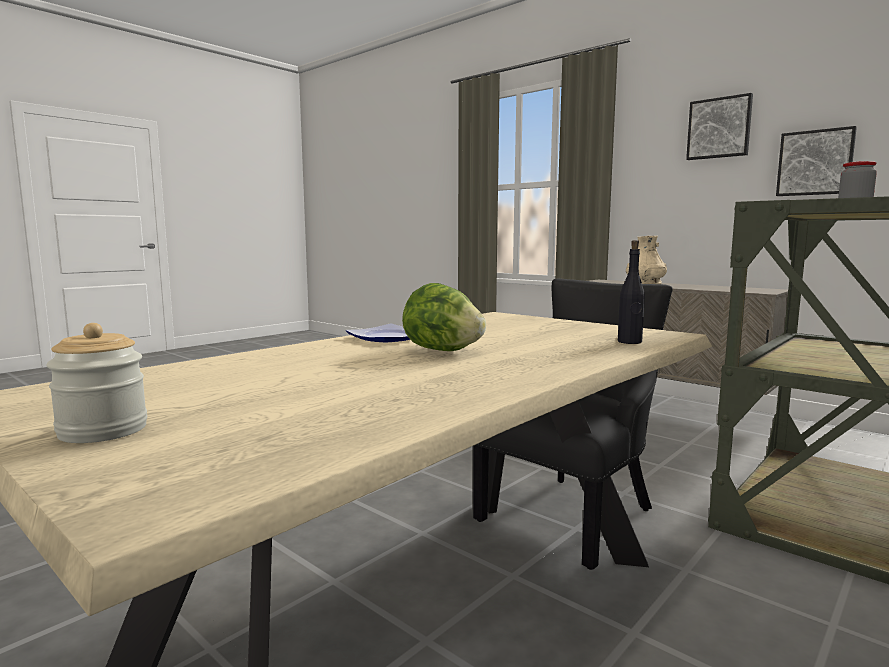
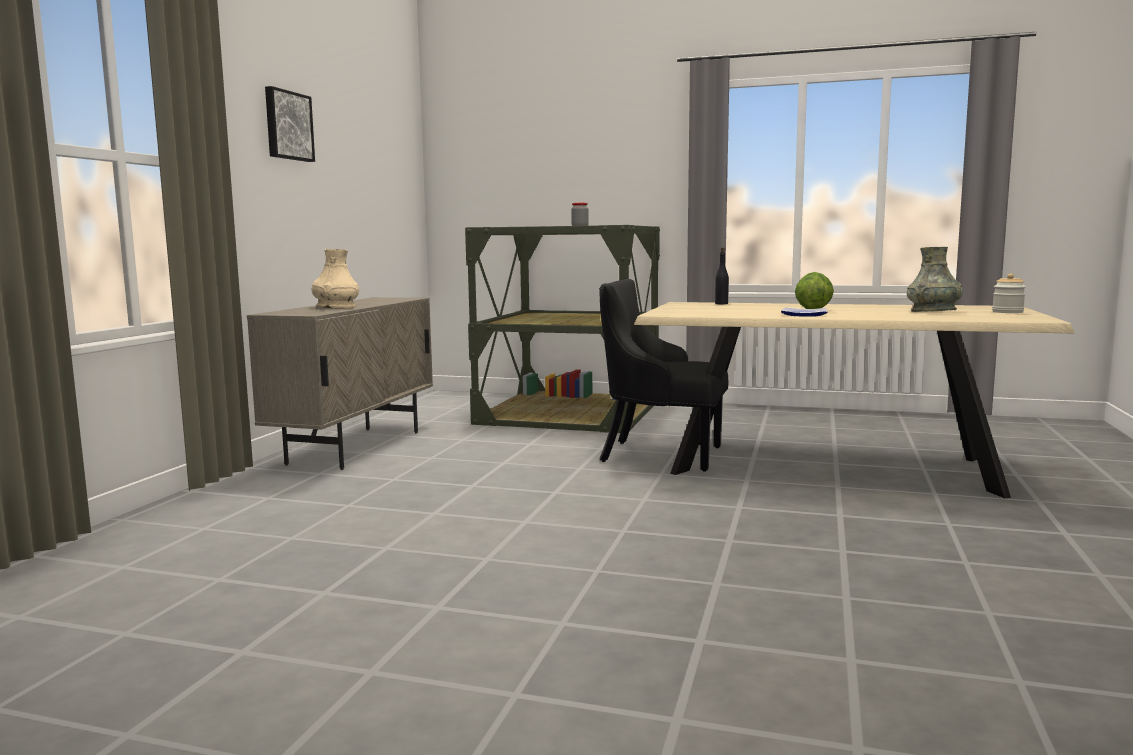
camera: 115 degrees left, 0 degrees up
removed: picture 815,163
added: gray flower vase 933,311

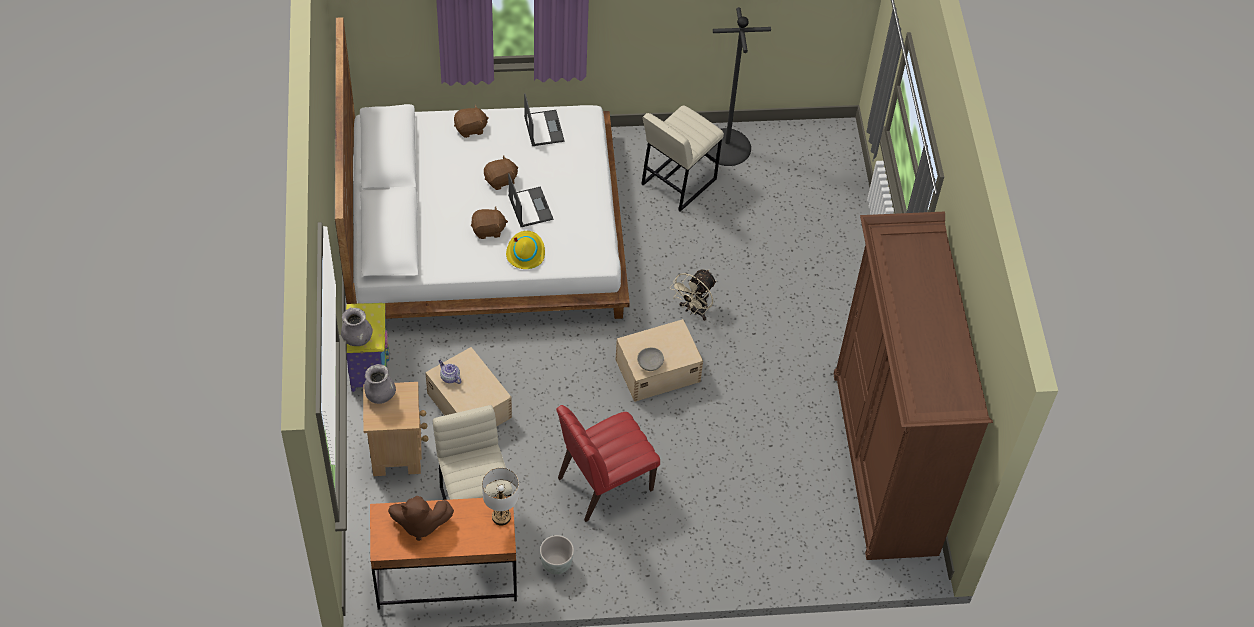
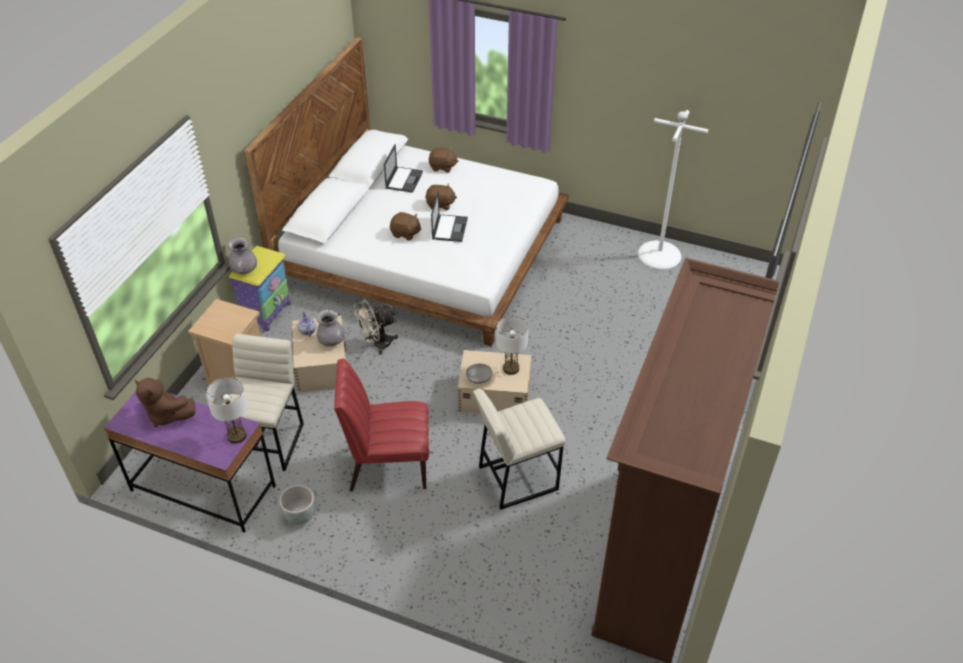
camera: 30 degrees right, 10 degrees down
removed: yellowish hat 525,252
added: lamp for a table 511,368
moved: gray flower vase 380,395 to 331,341; beige-coloured electric fan 694,310 to 377,344; notebook computer 543,128 to 404,179; beige-coloured plain chair 677,183 to 516,479
recoloured: orange desk 446,577 to purple desk 203,488; black garment rack 727,147 to white-coloured garment rack 659,255

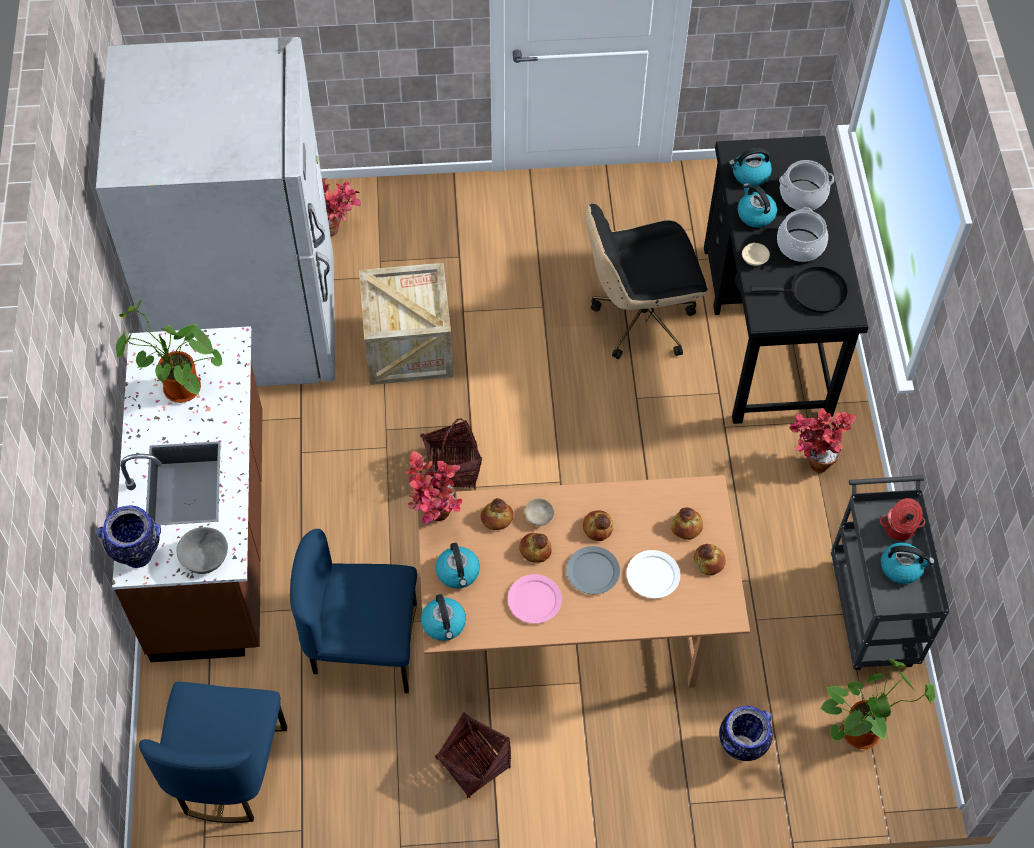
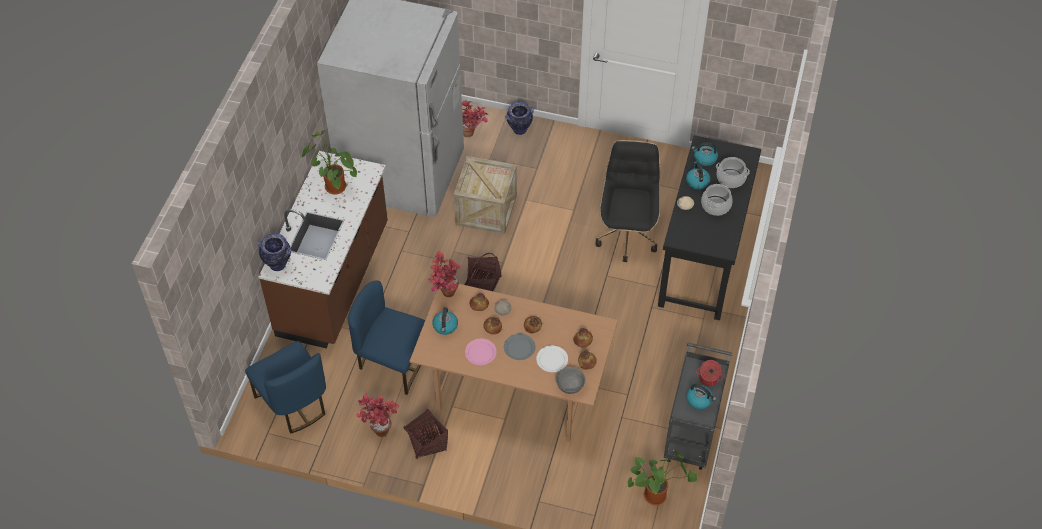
camera: 20 degrees right, 5 degrees down
removed: tea kettle 444,624; black frying pan 814,292
moved: houseplant 812,461 to 379,428; flower vase 741,748 to 519,130; gray bowl 205,558 to 570,385
turned: blue plain chair 228,770 = 293,403 60 degrees counterclockwise; black office chair 639,322 = 627,234 90 degrees clockwise

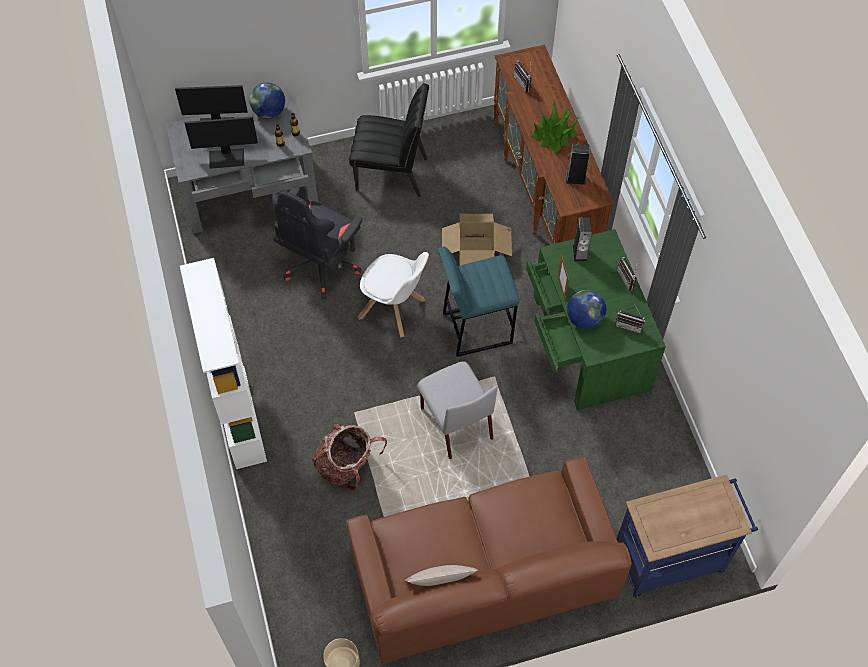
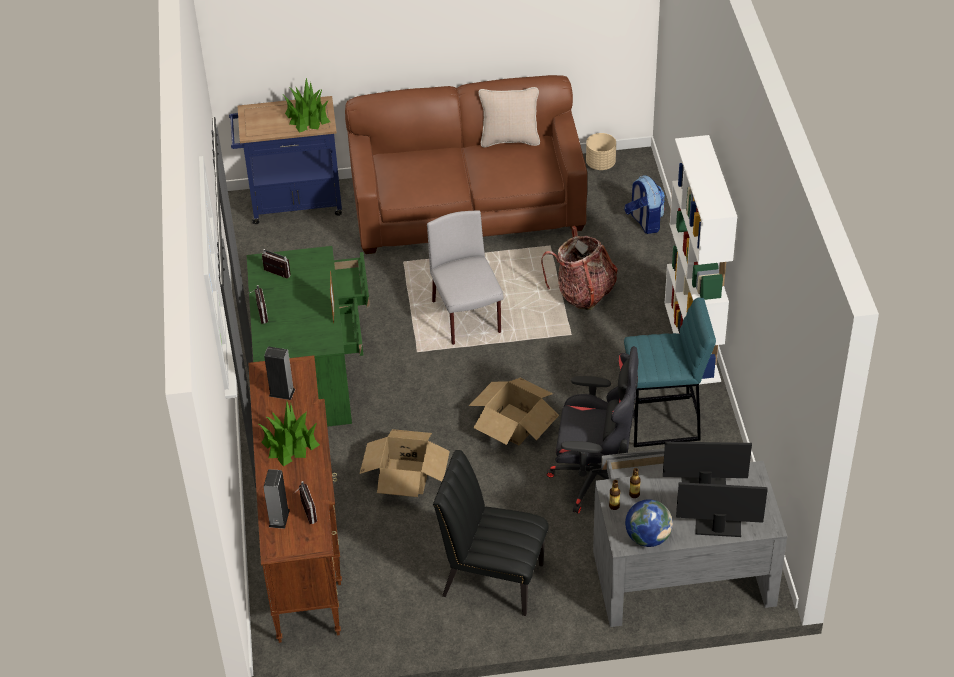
camera: 170 degrees left, 15 degrees down
removed: globe 584,319
added: houseplant 307,117; backpack 644,222
moved: loudspeaker 580,253 to 279,518; turquoise-coloured stool seat 475,328 to 664,421
replaced: white-coloured plain chair 394,310 to packing box 514,424
turned: black office chair 322,265 = 594,479 60 degrees clockwise

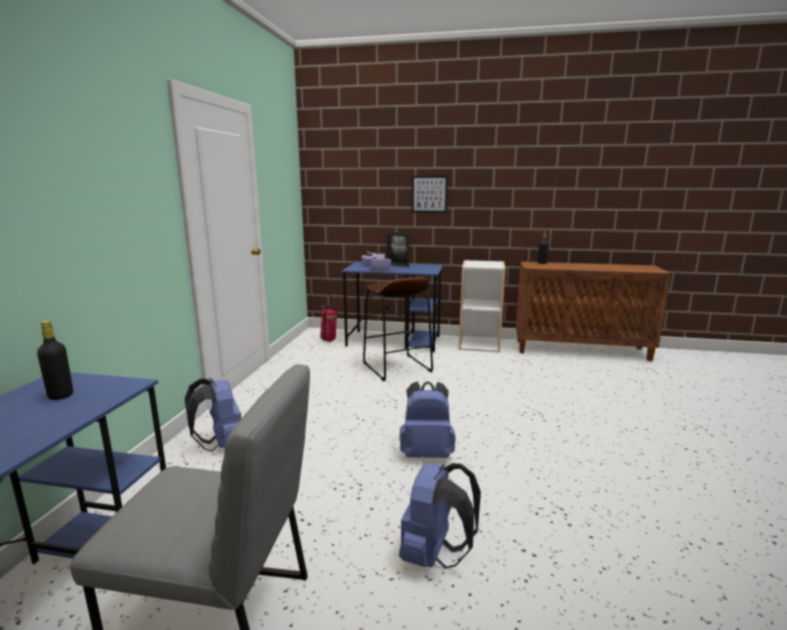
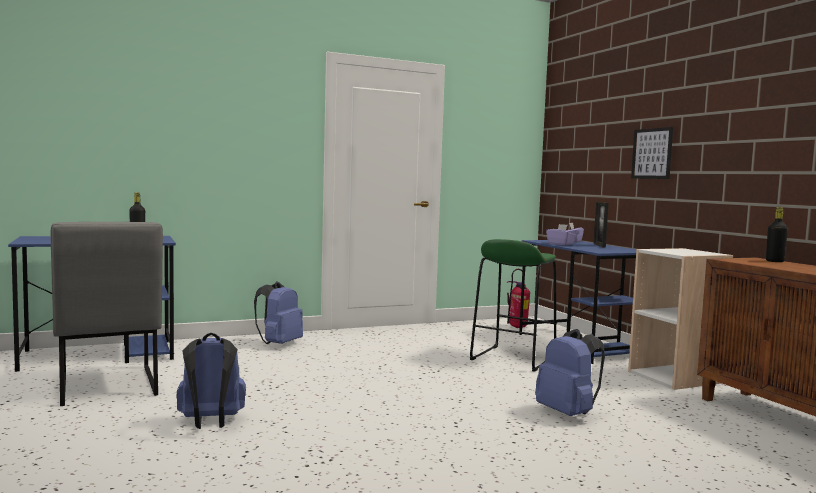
camera: 55 degrees right, 10 degrees down
moved: blue backpack 426,453 to 568,413
recoloured: brown-coloured stool seat 396,367 to green-coloured stool seat 513,358

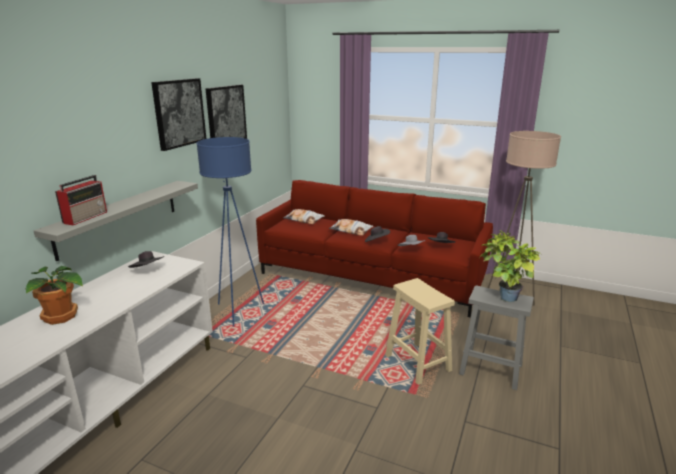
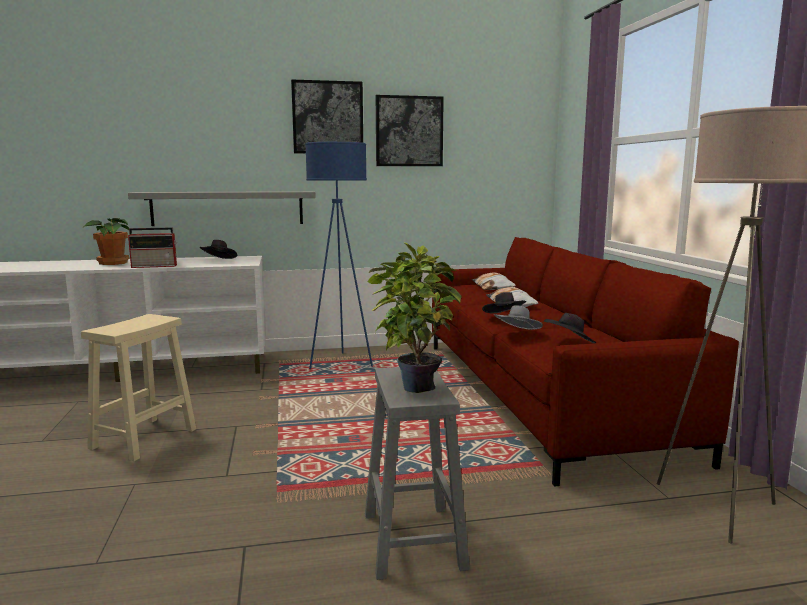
camera: 55 degrees right, 10 degrees down
moved: beige-coloured stool seat 417,362 to 145,438; radio set 86,217 to 155,266

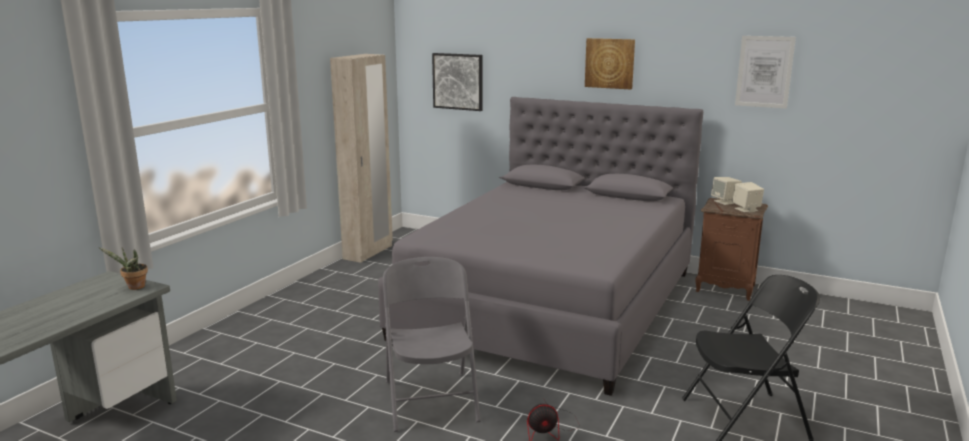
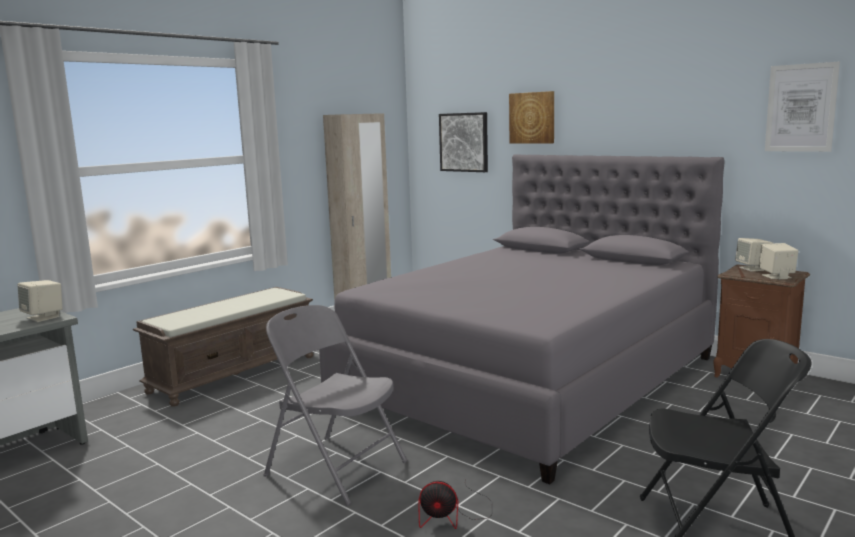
camera: 15 degrees right, 5 degrees down
added: brown-coloured indoor bench 234,373
moved: picture 609,63 to 532,118
replaced: houseplant 134,287 to beige-coloured loudspeaker 43,317
turned: gray plain chair 431,401 = 336,468 60 degrees counterclockwise

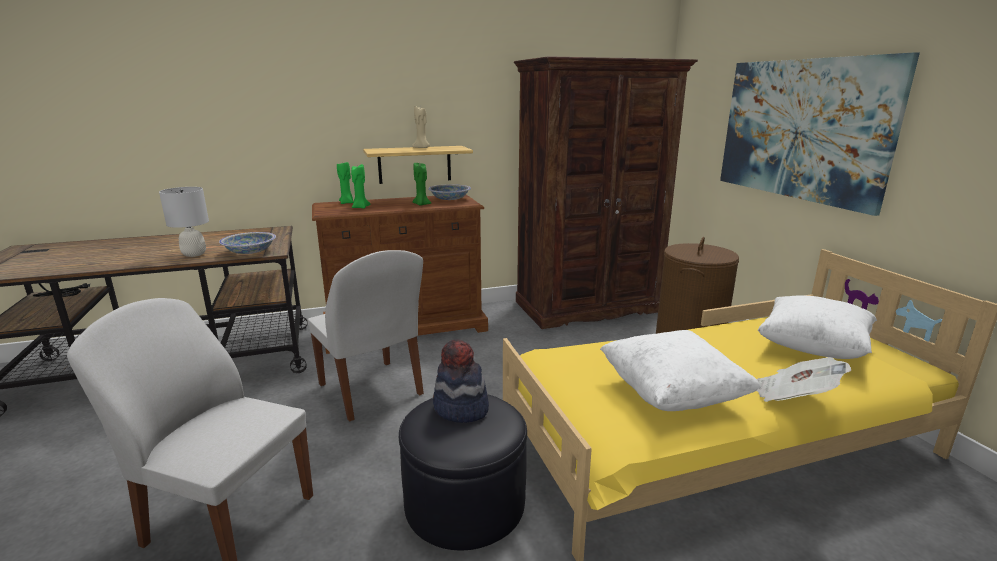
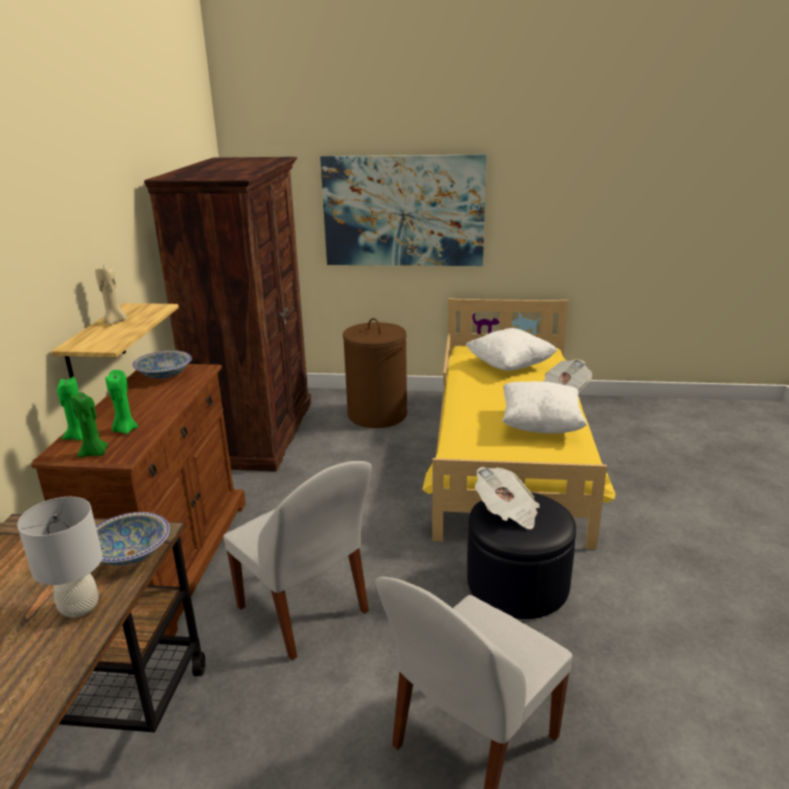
camera: 65 degrees left, 5 degrees up
moved: green-coloured candle 421,204 to 95,453
replaced: hat 460,409 to printed paper 507,512
turned: white-coloured plain chair 371,391 = 304,612 60 degrees clockwise

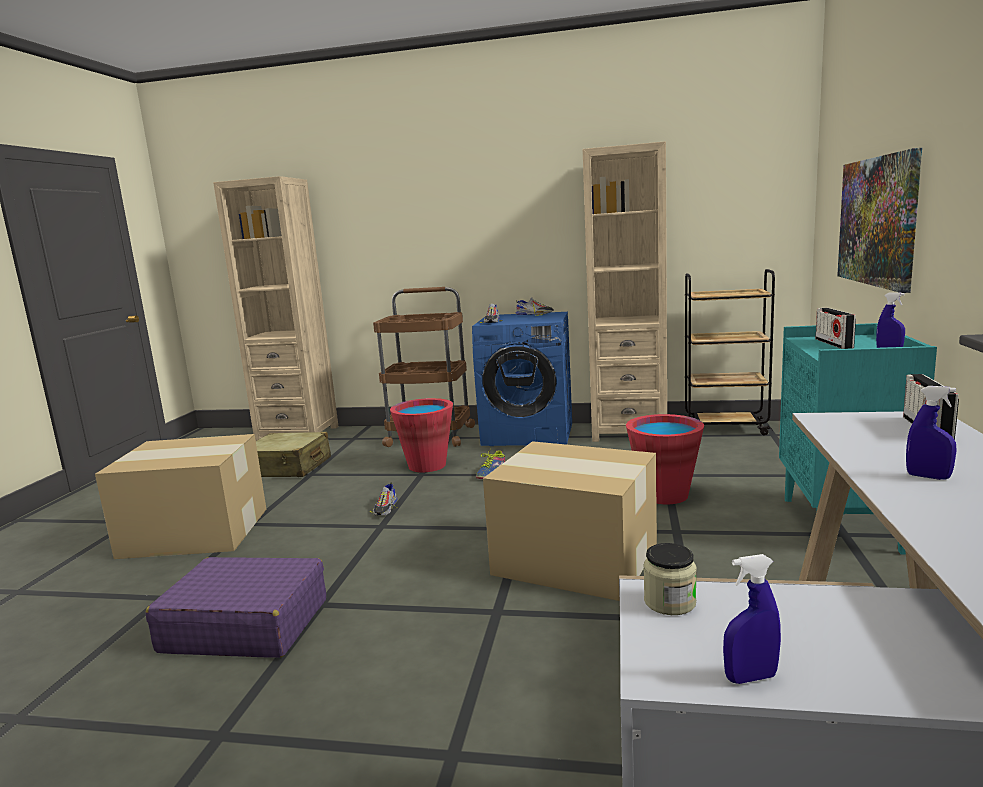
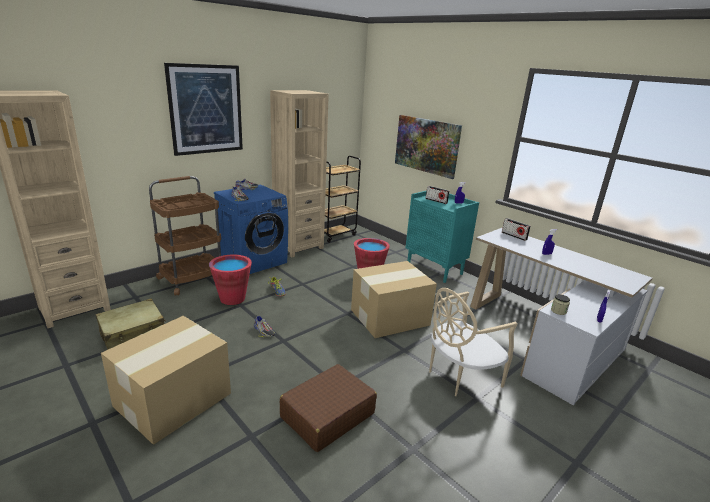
camera: 55 degrees left, 10 degrees up
added: picture 206,109; beige-coloured plain chair 460,375
recoloured: purple travel case 245,625 to brown-coloured travel case 327,415

